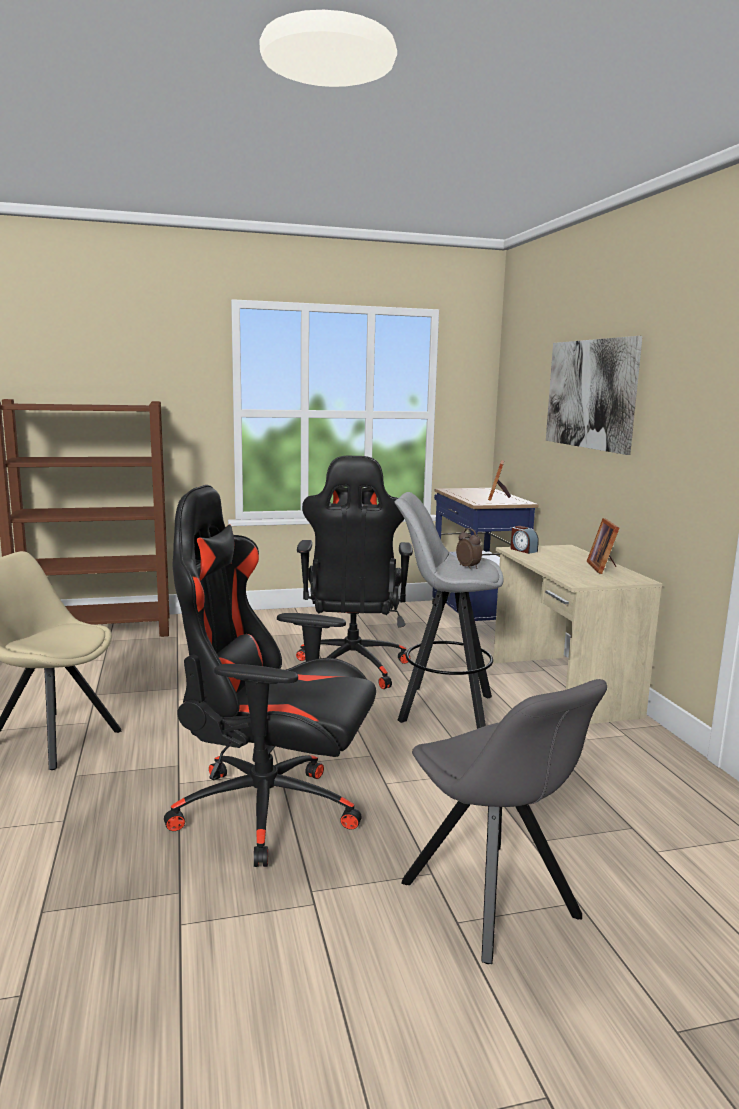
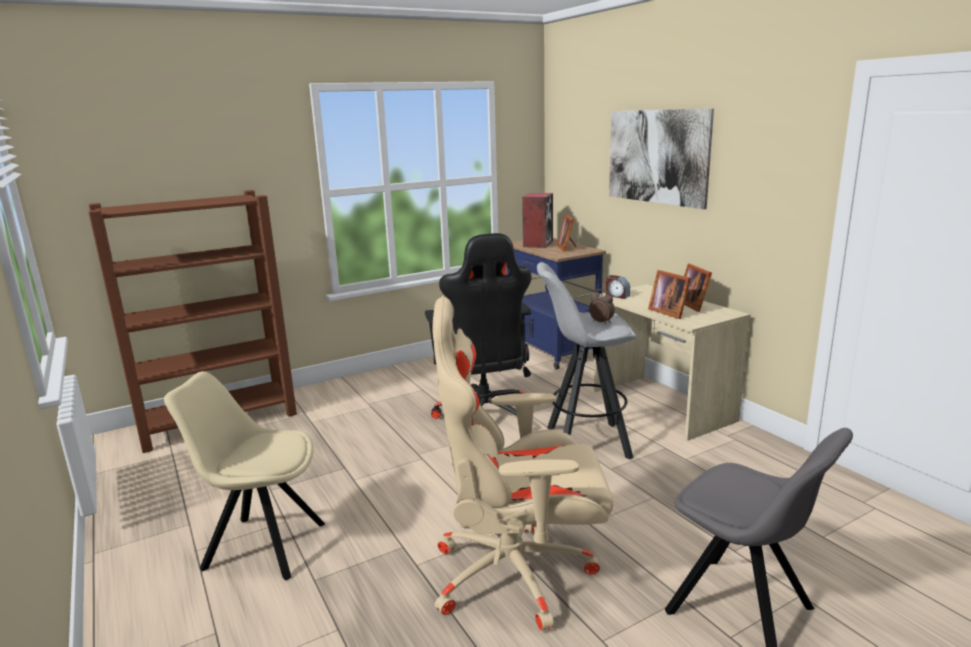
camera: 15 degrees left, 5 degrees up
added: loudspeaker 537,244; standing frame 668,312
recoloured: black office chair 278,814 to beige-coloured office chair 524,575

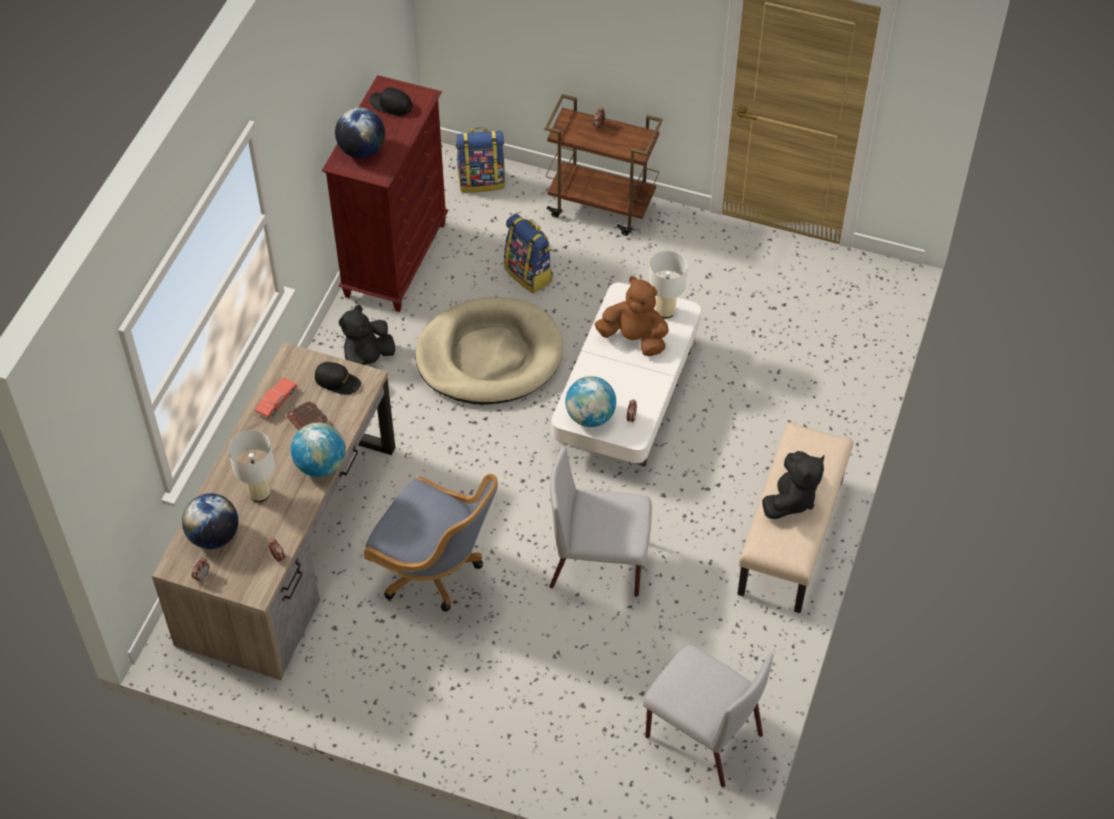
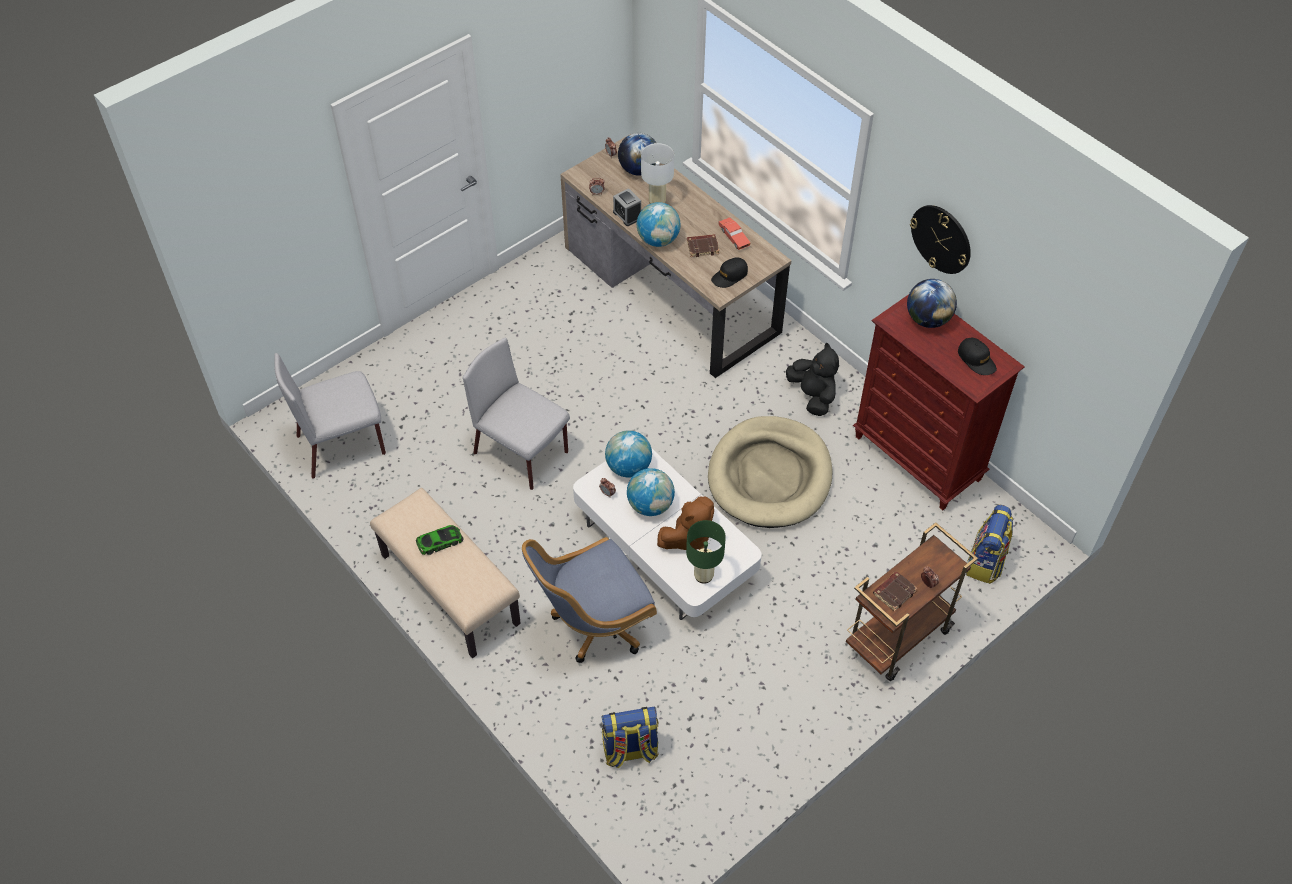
camera: 120 degrees right, 0 degrees up
added: alarm clock 627,215; globe 650,505; brown-coloured book 894,592; wall clock 941,239
moved: blue office chair 437,573 to 593,628; backpack 529,274 to 630,751
replaced: black plush toy 791,499 to miniature car 440,542
recoloured: white-coloured lamp for a table 664,312 to green-coloured lamp for a table 703,575
turned: gray plain chair 599,563 = 522,453 90 degrees counterclockwise; black cap 391,105 = 976,360 90 degrees clockwise

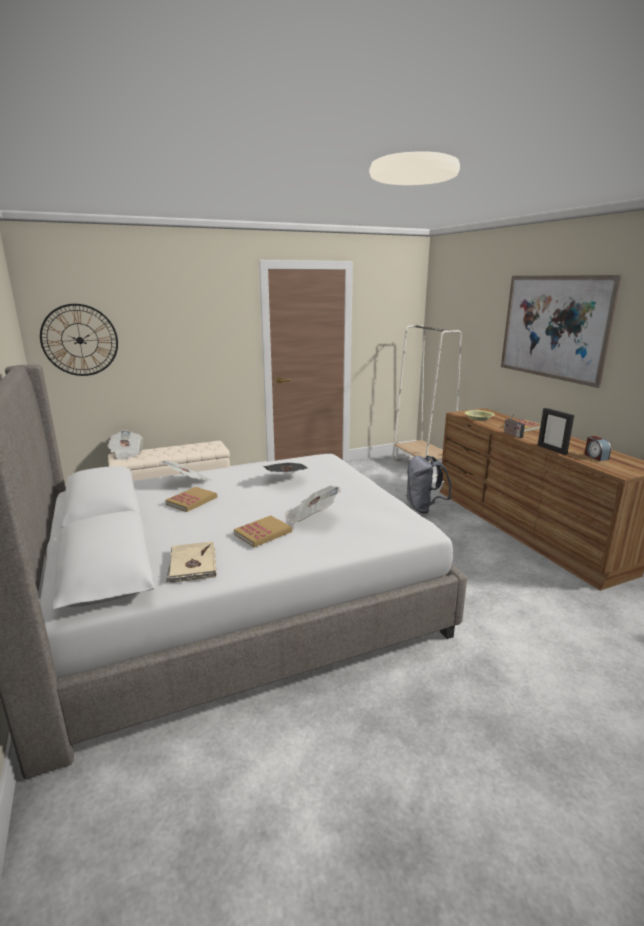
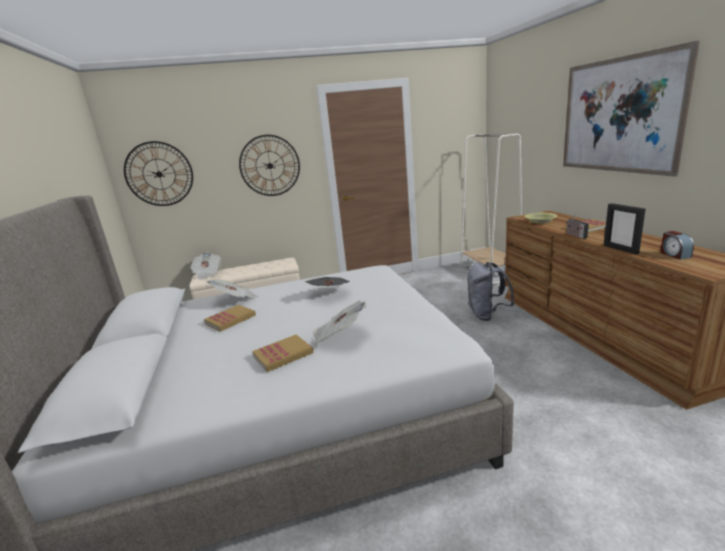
camera: 10 degrees right, 0 degrees up
removed: beige-coloured book 192,564
added: wall clock 270,165

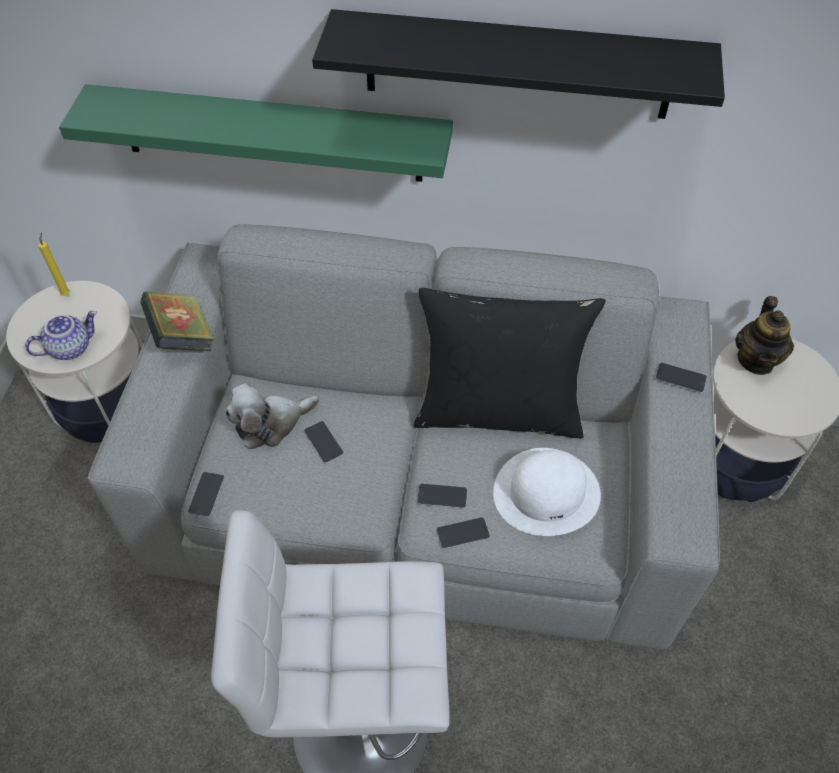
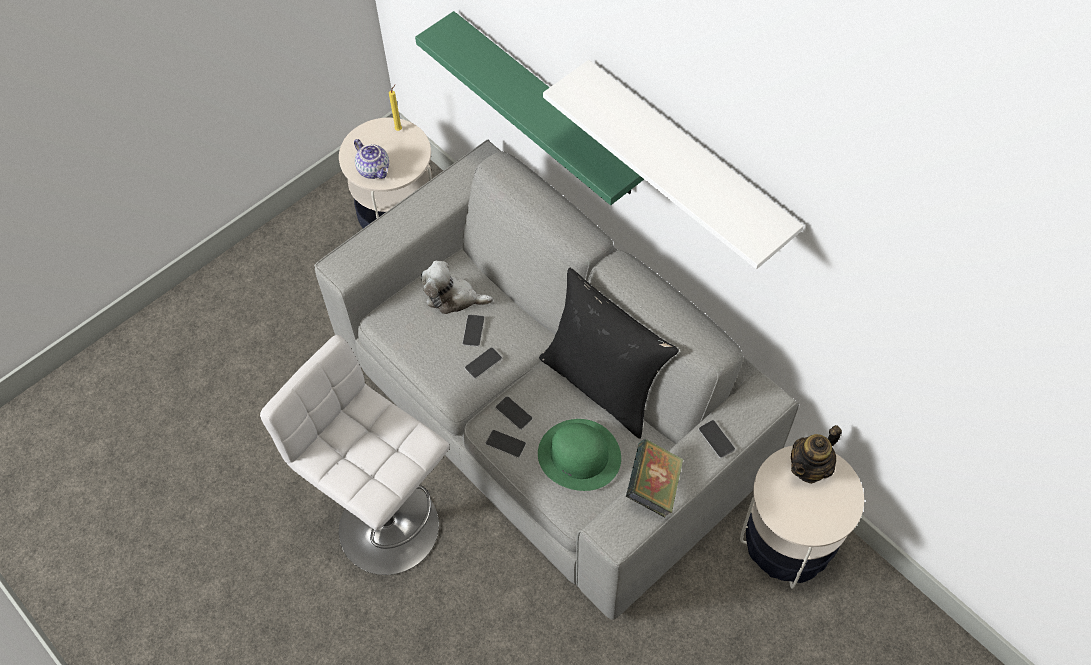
camera: 40 degrees right, 5 degrees up
moved: telephone 206,494 to 483,363; book 182,337 to 653,486
recoloured: white-coloured hat 547,492 to green-coloured hat 579,455; black shelf 518,65 to white-coloured shelf 688,160
turned: pot for tea 70,347 = 374,169 45 degrees clockwise

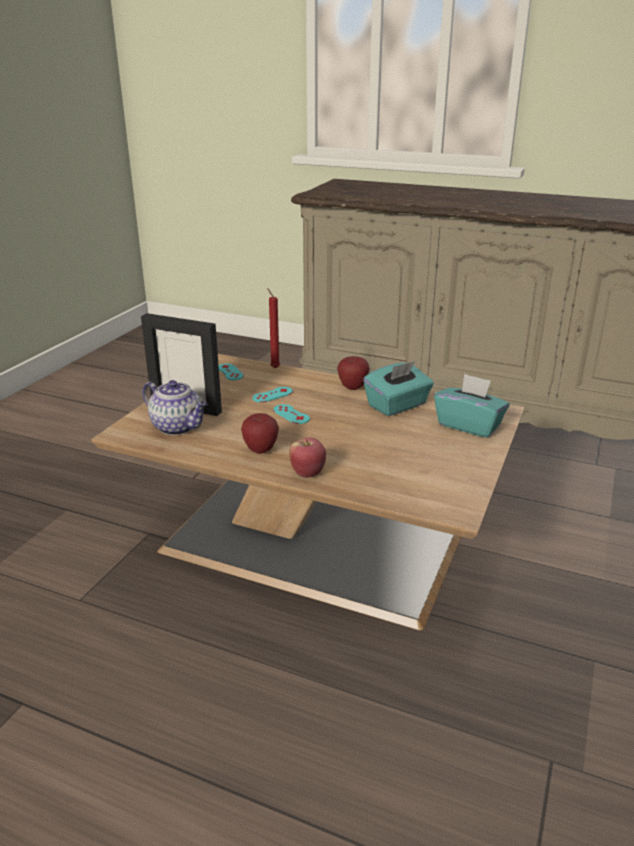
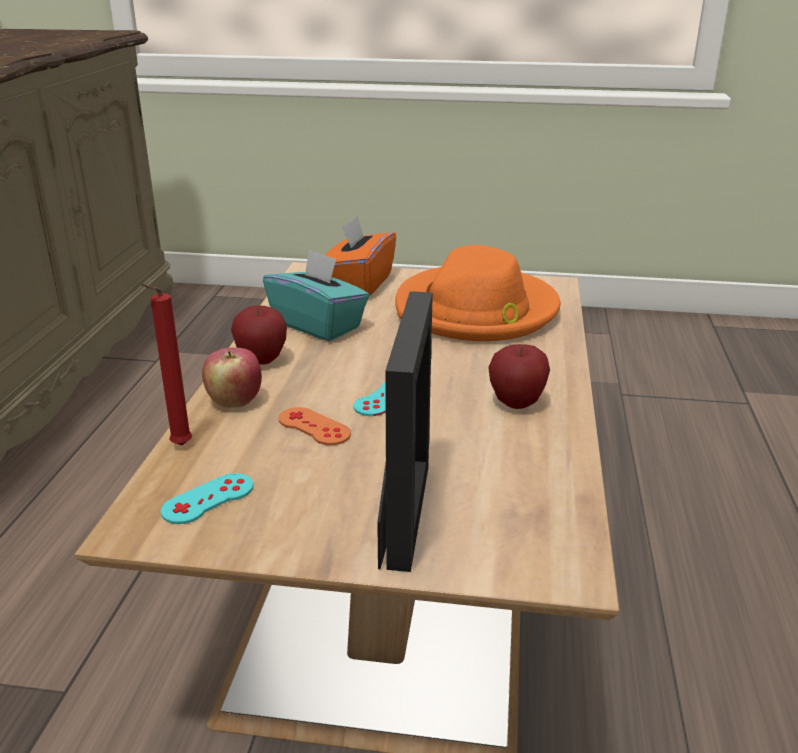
camera: 105 degrees left, 0 degrees up
removed: pot for tea 178,427
added: orange hat 476,310
moved: whole apple 307,473 to 234,402
recoloured: turquoise-coloured game controller 272,395 to orange game controller 314,426; turquoise-coloured box of tissues 469,425 to orange box of tissues 359,284

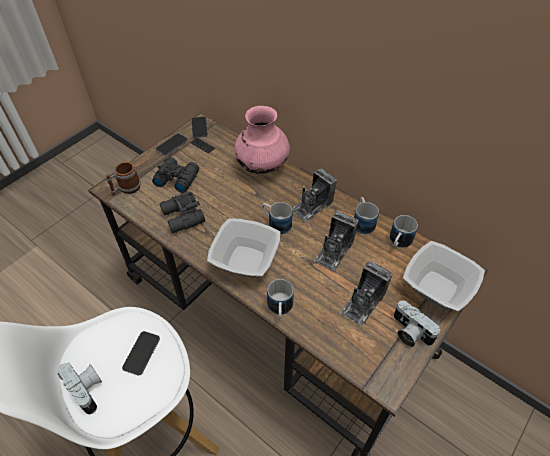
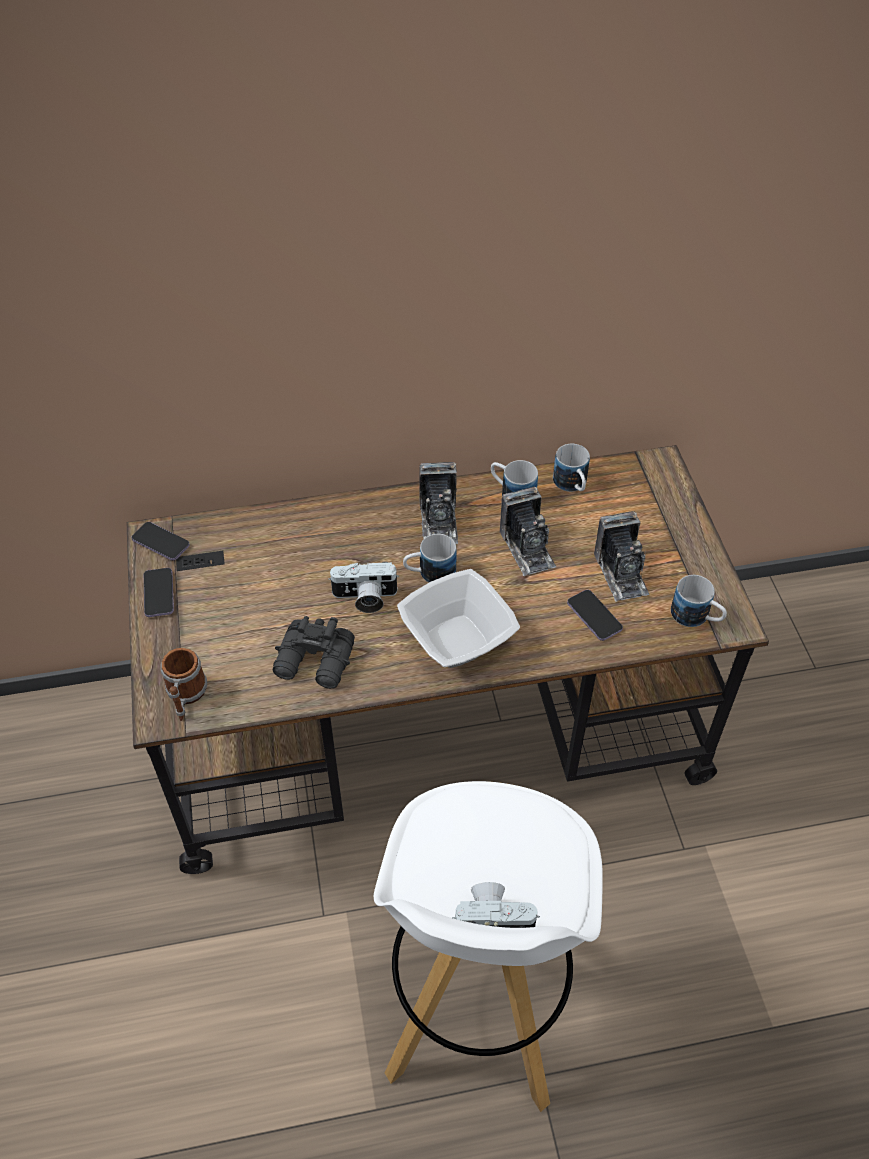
camera: 50 degrees left, 0 degrees up
removed: black field glasses 176,178; pinkish flower vase 262,167; bowl 436,289
moved: photo camera 409,332 to 364,598; telephone 142,353 to 594,616; coffee mug 280,309 to 696,617

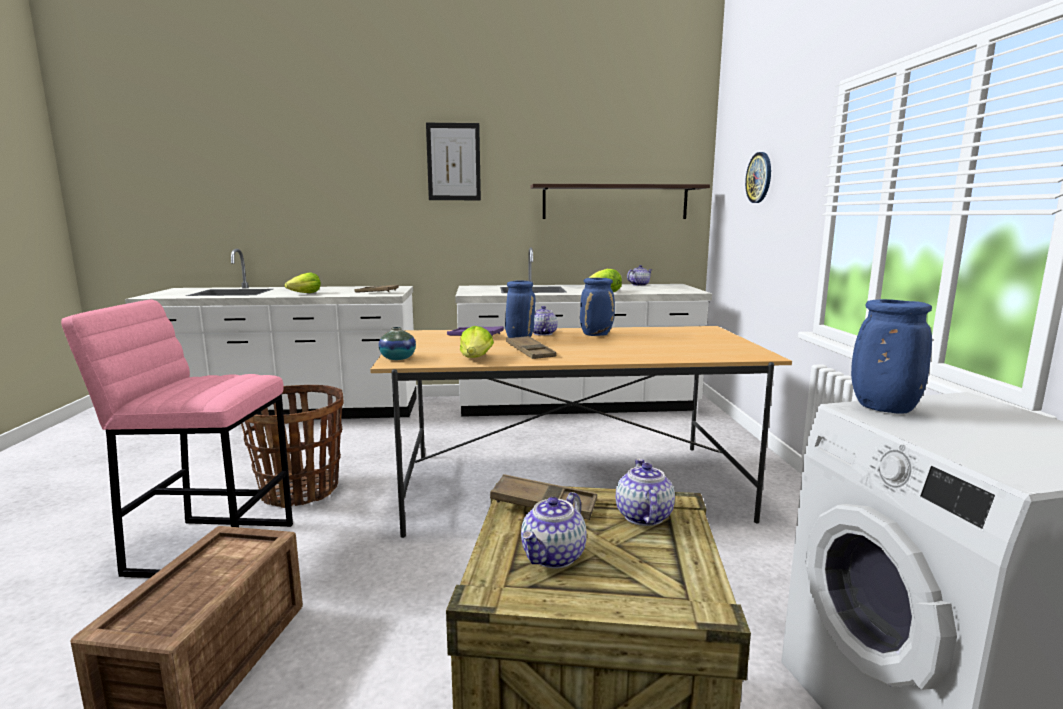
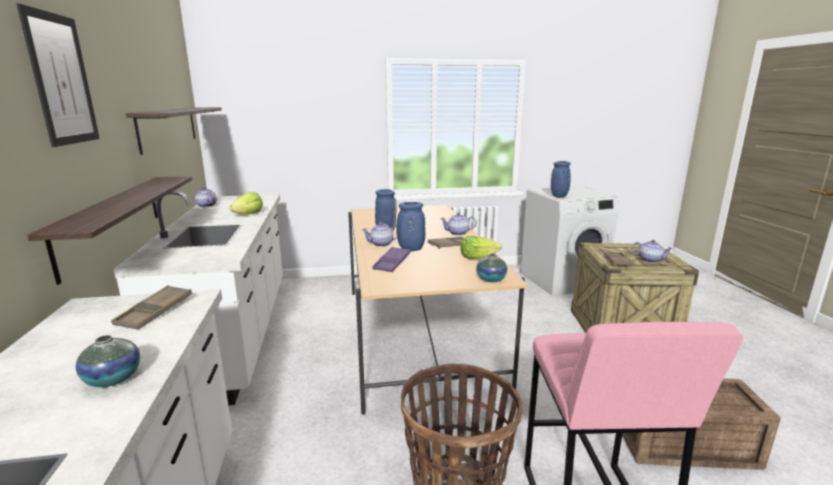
camera: 95 degrees left, 5 degrees up
removed: wall clock 759,177
added: shelf 112,221
moved: pot for tea 642,516 to 457,233
replaced: head of lettuce 305,293 to flower vase 113,379

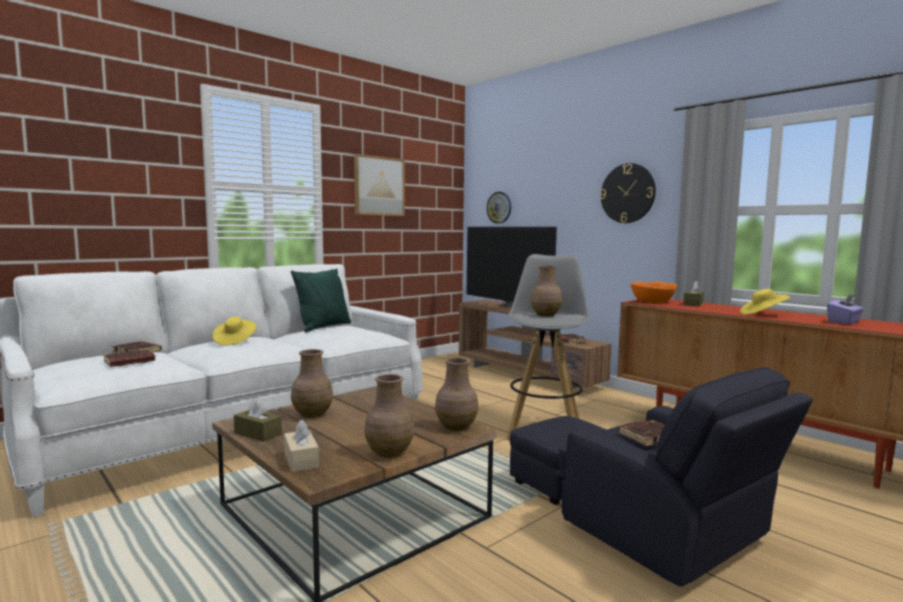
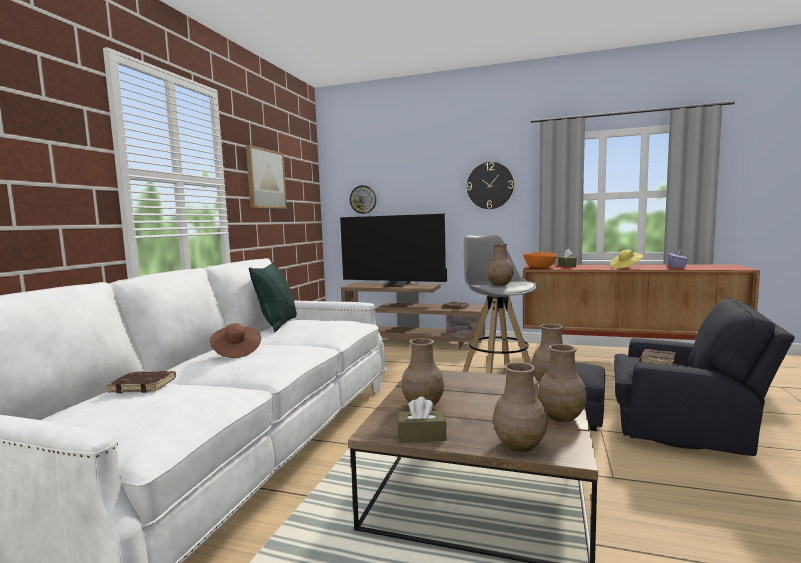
camera: 30 degrees left, 0 degrees up
removed: brown-coloured book 129,362
replaced: beige-coloured box of tissues 301,460 to brown-coloured flower vase 518,445
recoloured: yellowish hat 235,341 to brown-coloured hat 236,352

